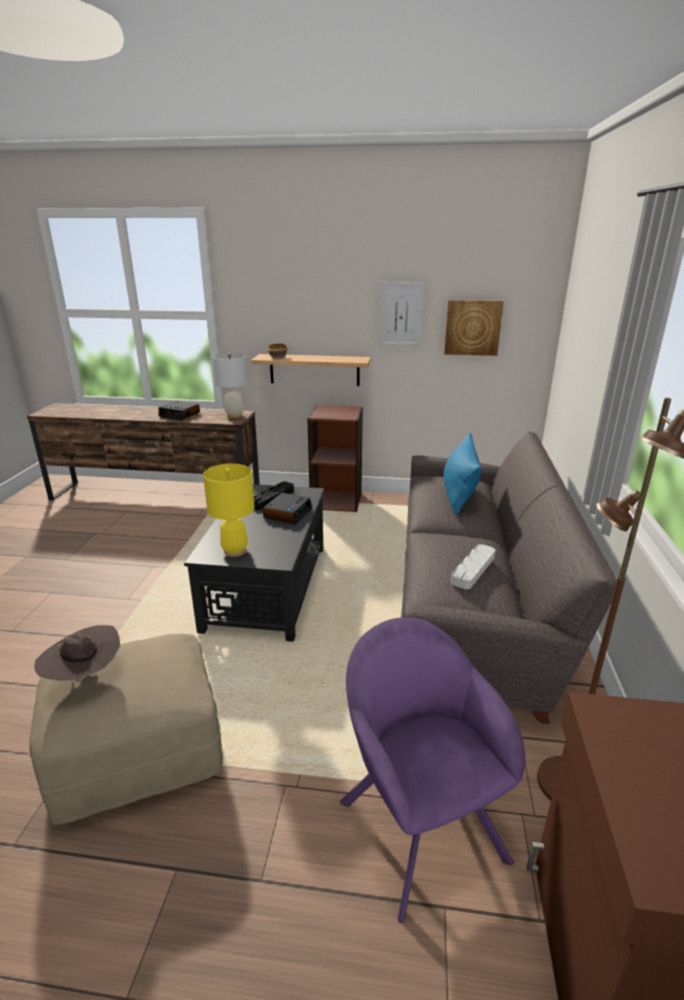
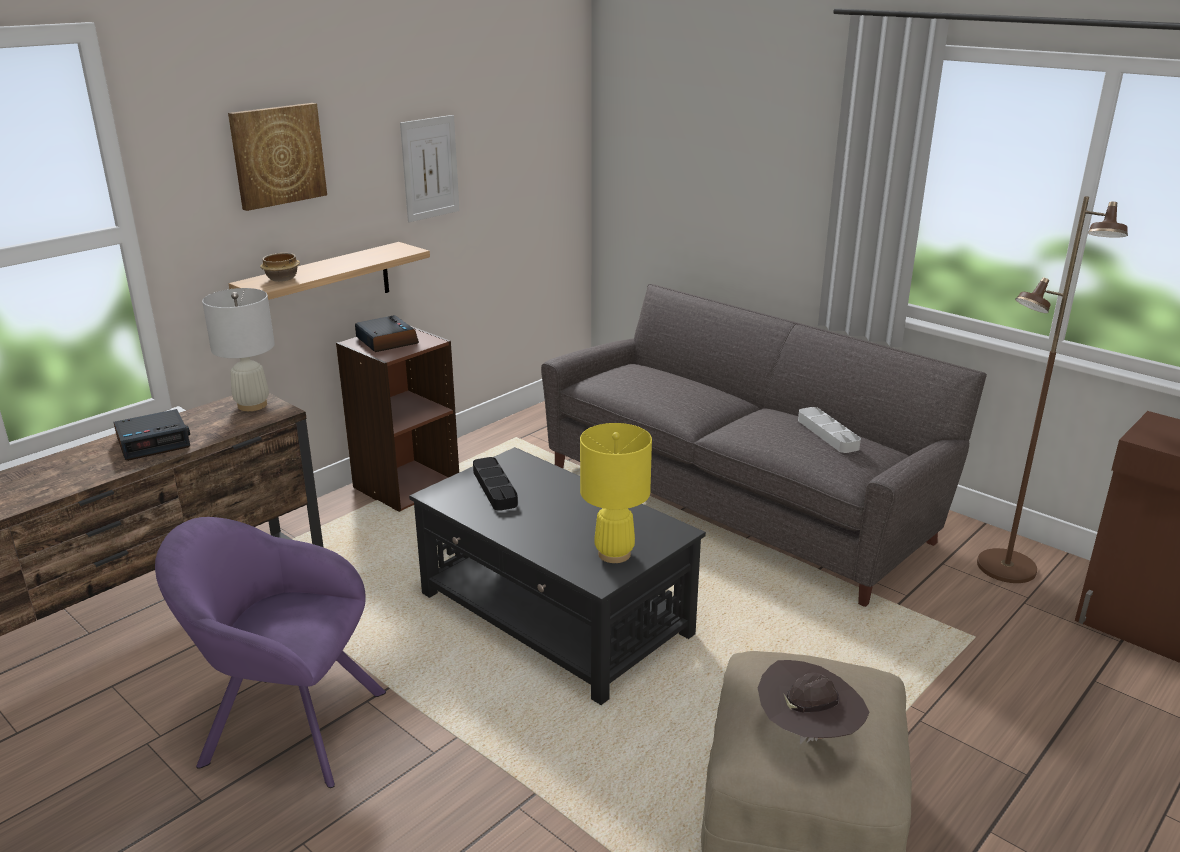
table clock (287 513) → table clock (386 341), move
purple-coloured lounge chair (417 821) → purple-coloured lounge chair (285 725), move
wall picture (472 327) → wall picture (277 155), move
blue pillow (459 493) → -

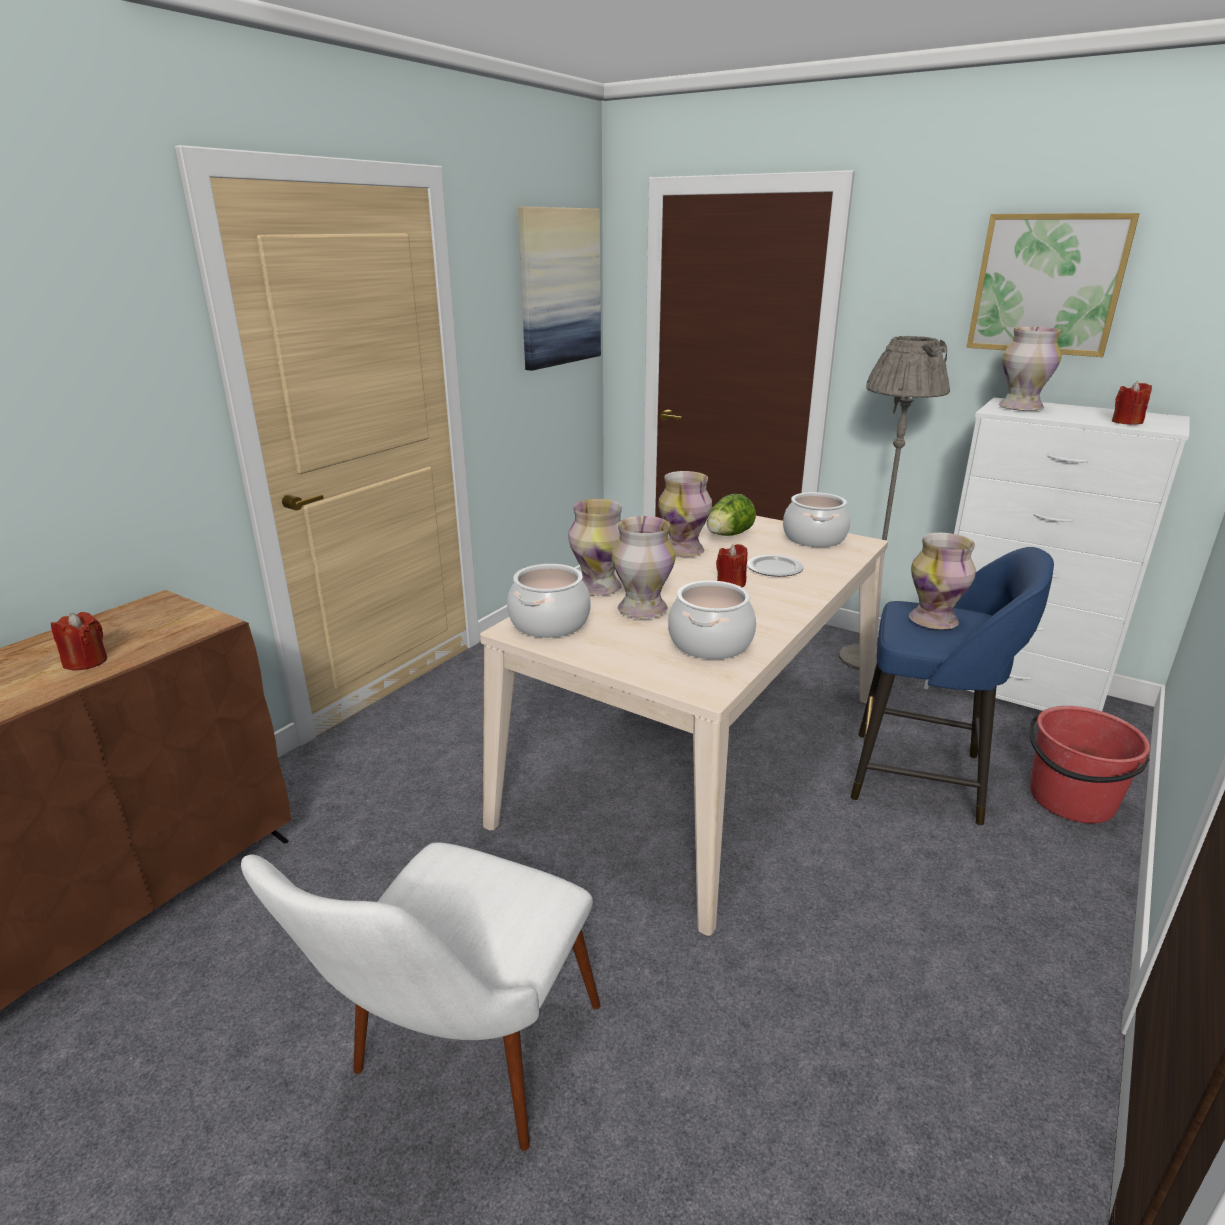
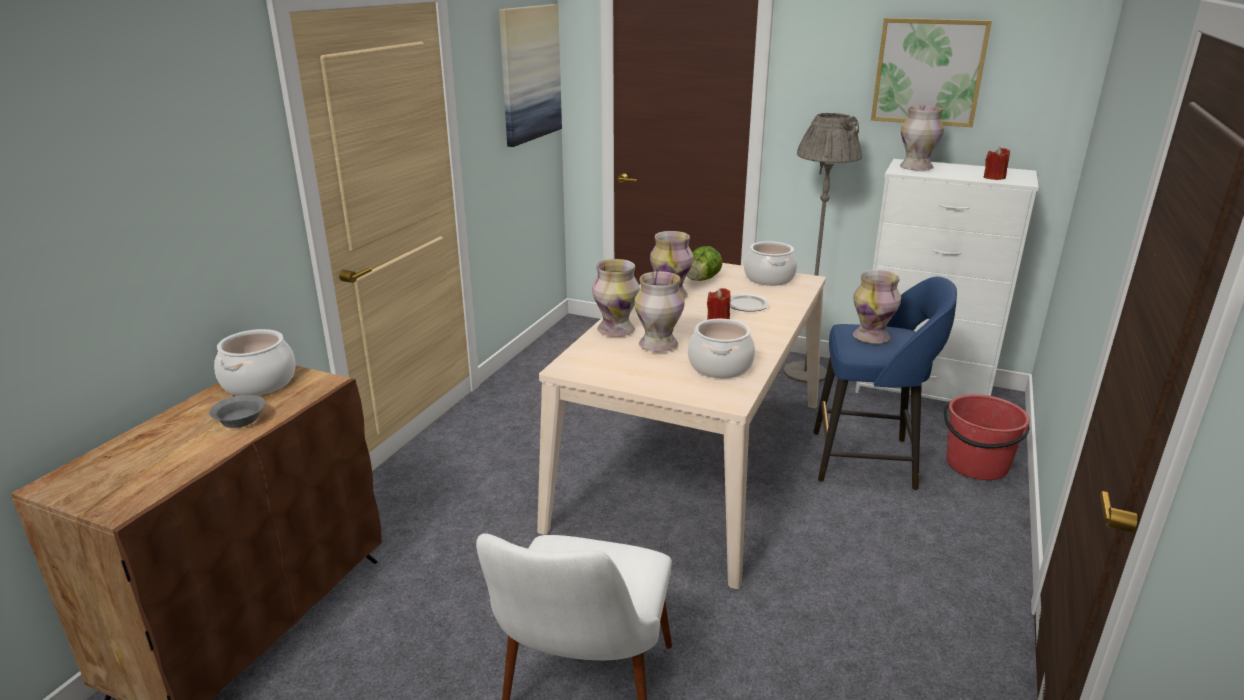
red-coloured wax candle (86 662) → greyish serving bowl (241 420)
stockpot (549 623) → stockpot (259 383), move

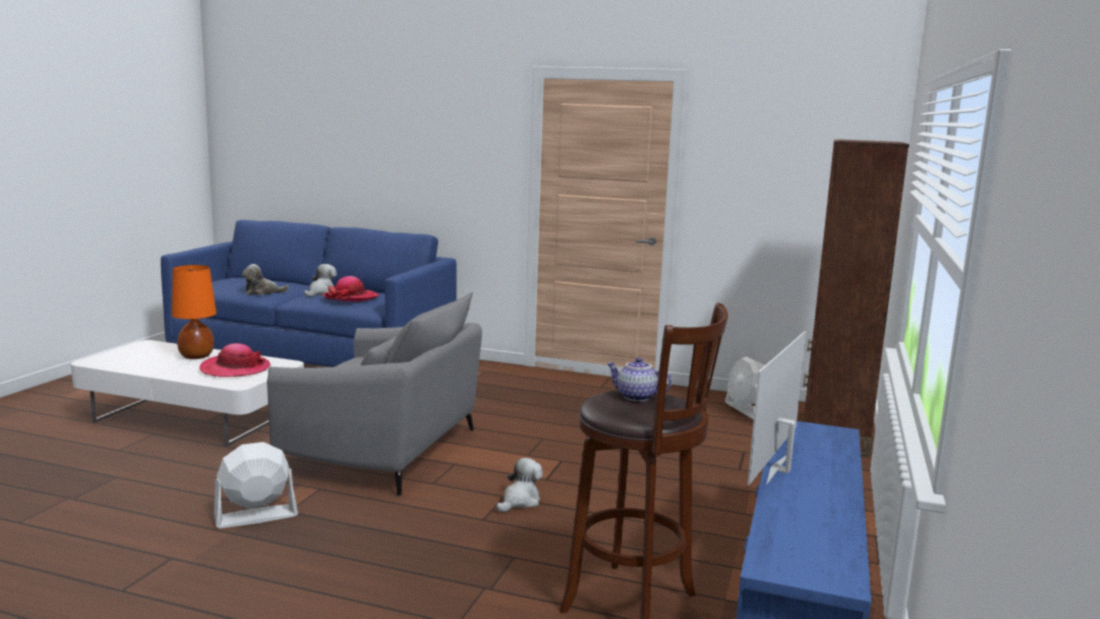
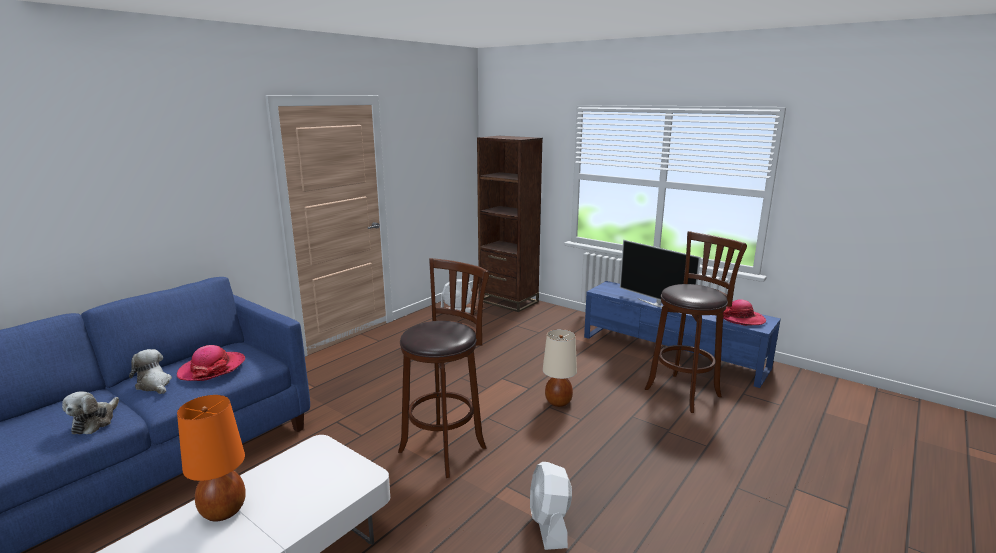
wearable hat (235 369) → wearable hat (740 318), move
greyish lounge chair (383 451) → brown stool (445 447)
soft toy (520 501) → sand-coloured table lamp (558 402)
tea pot (636 397) → -

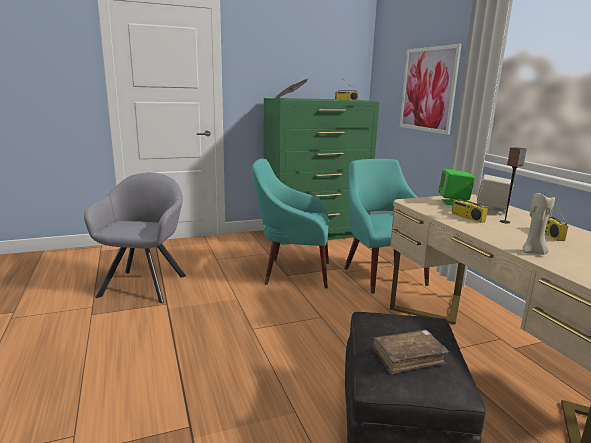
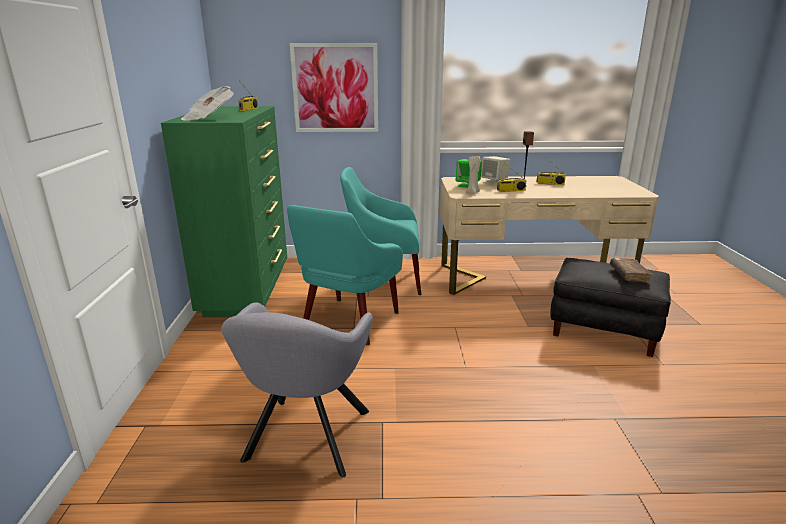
greyish lounge chair (146 283) → greyish lounge chair (305 440), 105 degrees counterclockwise
sand-coloured wax candle (533 252) → sand-coloured wax candle (473 192), move

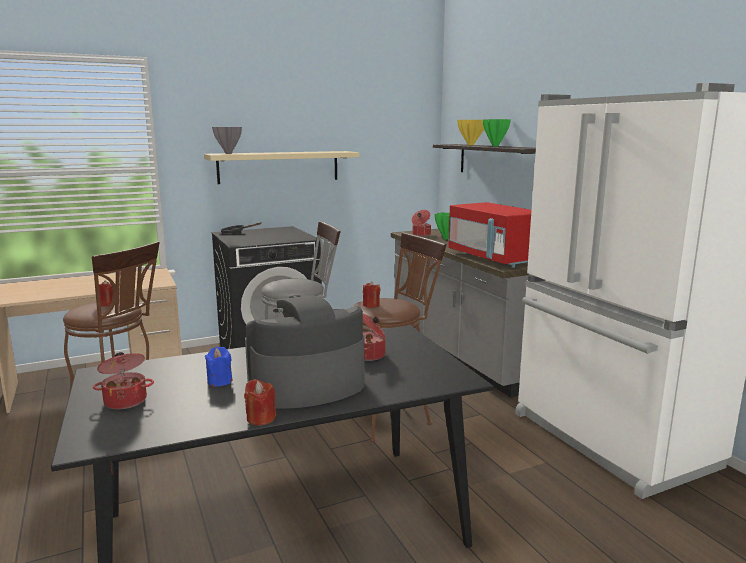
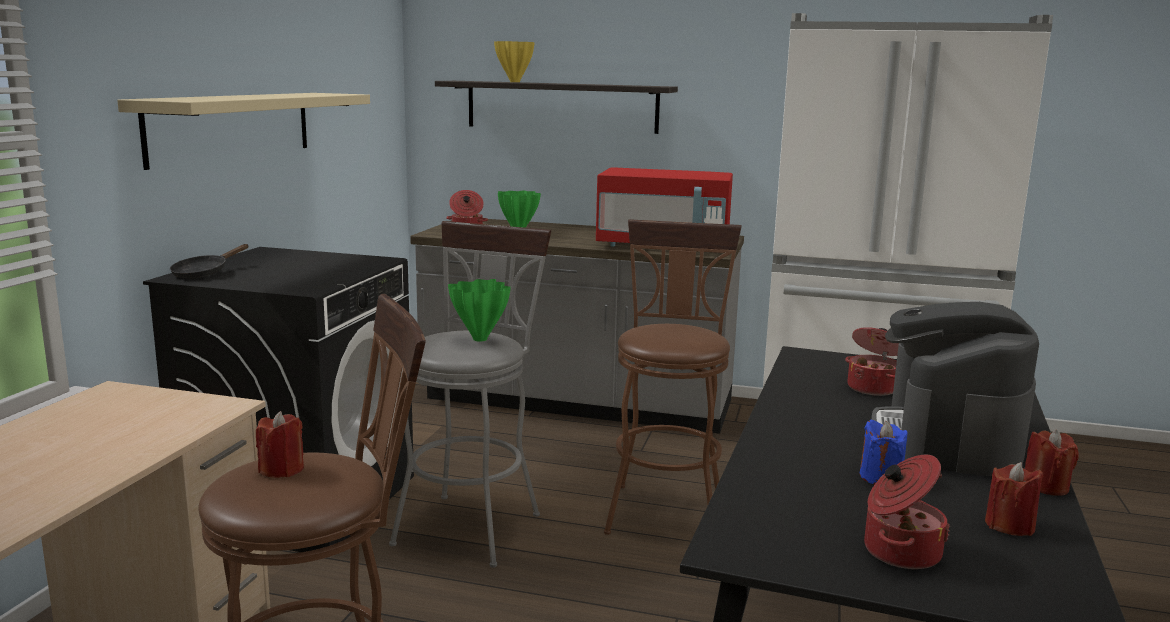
greyish vase (228 153) → -
red-coloured wax candle (371 305) → red-coloured wax candle (1009 525), move
green vase (494 146) → green vase (479 339), move

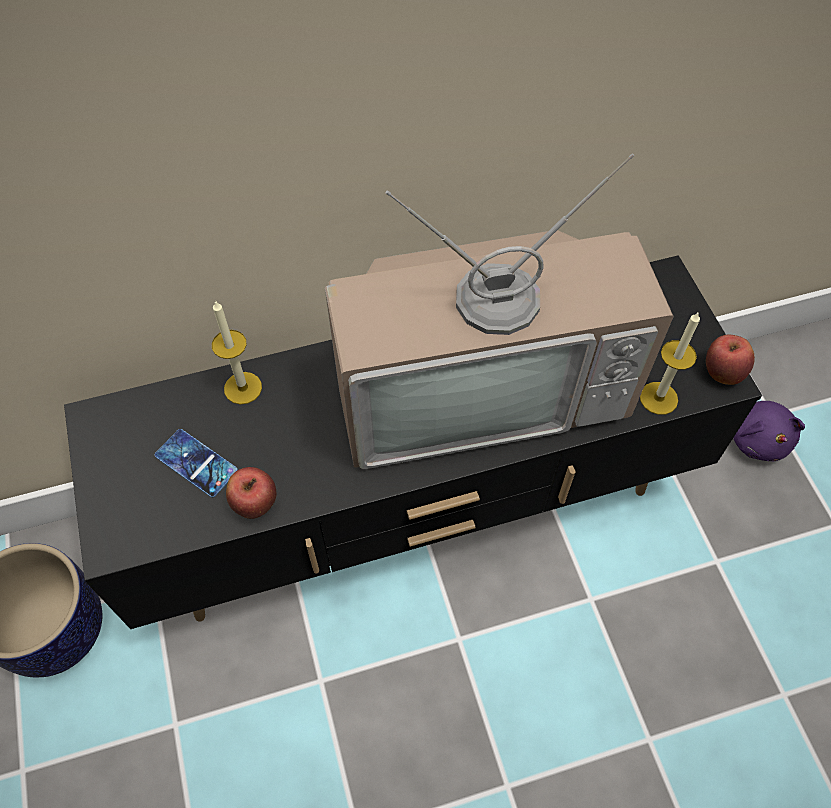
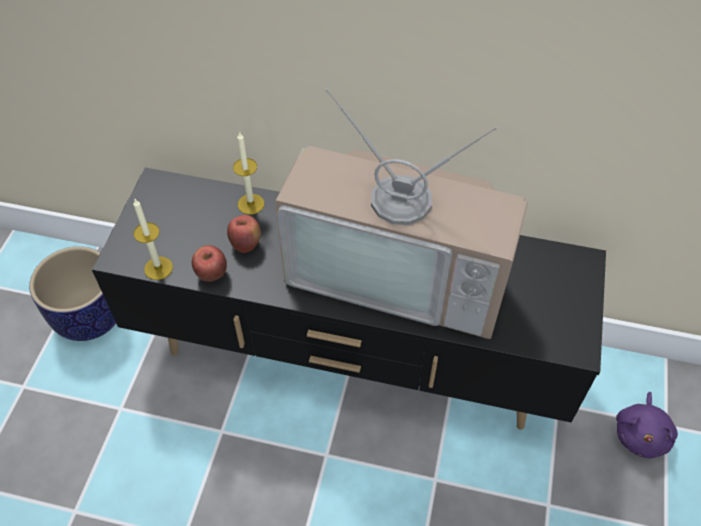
phone (196 463) → -
wax candle (658 398) → wax candle (158 268), move
apple fruit (722 373) → apple fruit (246 244), move

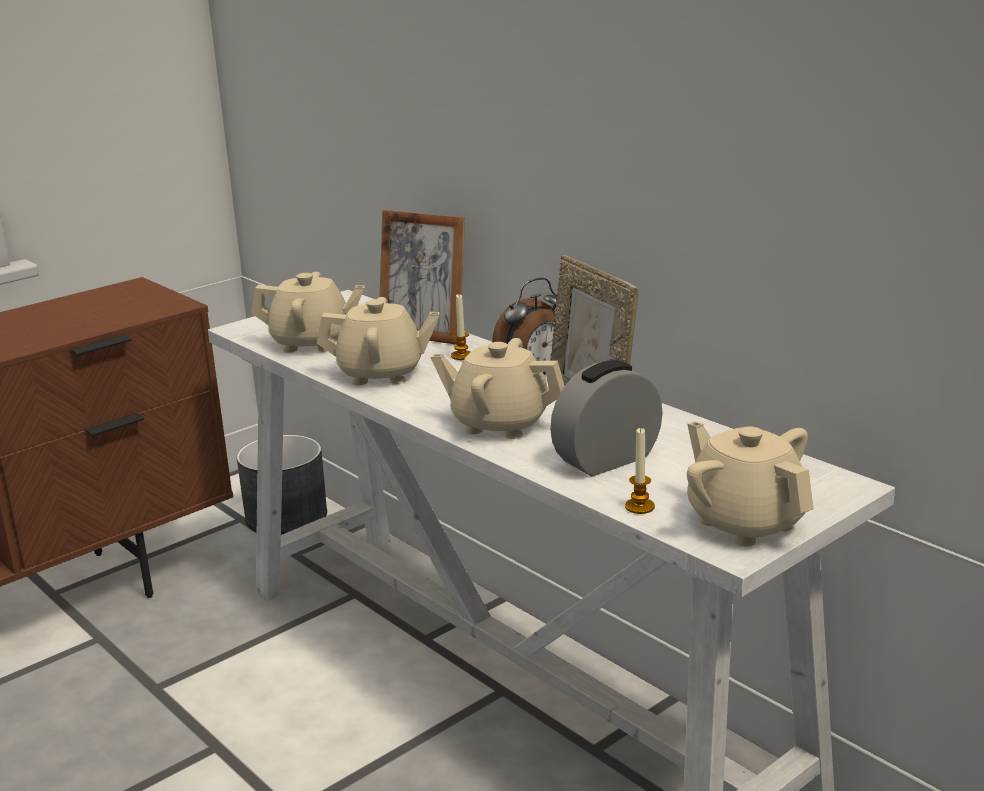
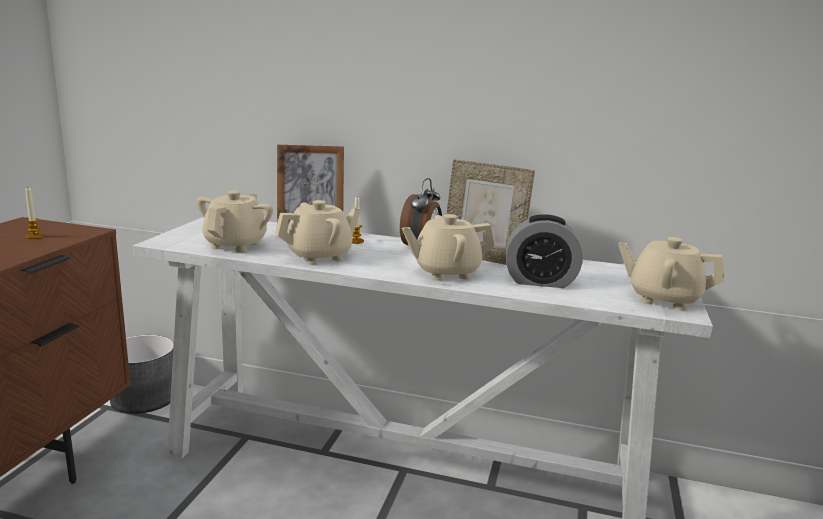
sand-coloured tea pot (312 343) → sand-coloured tea pot (236 245), 45 degrees counterclockwise
table clock (607 460) → table clock (540 281), 105 degrees counterclockwise
wax candle (639 507) → wax candle (34 236), move

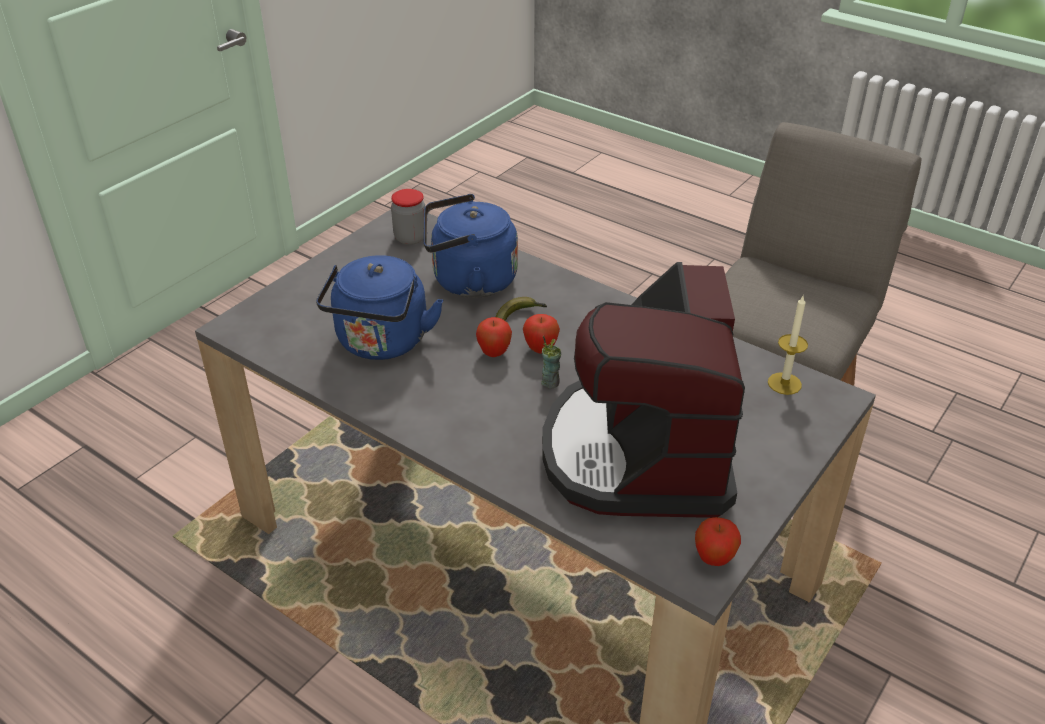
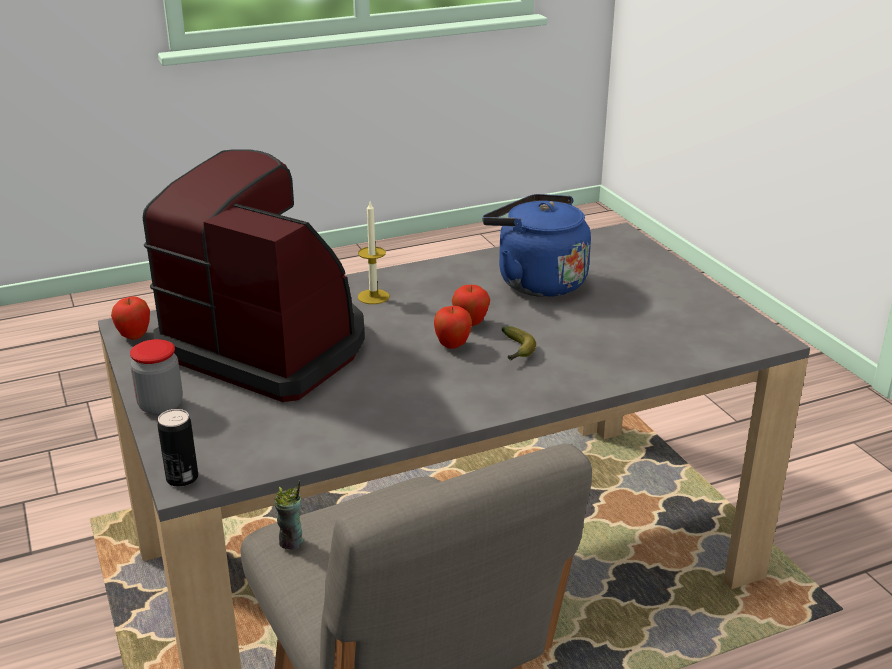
storage jar (410 238) → storage jar (161 405), move
blue kettle (469 281) → -
drinking cup (550 382) → drinking cup (291 542), move
wax candle (784 383) → wax candle (373 297), move
- → can (182 478)

